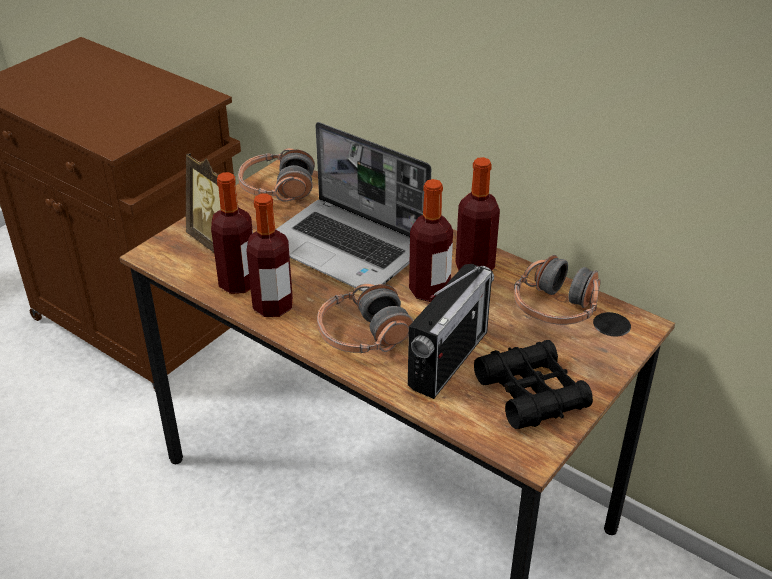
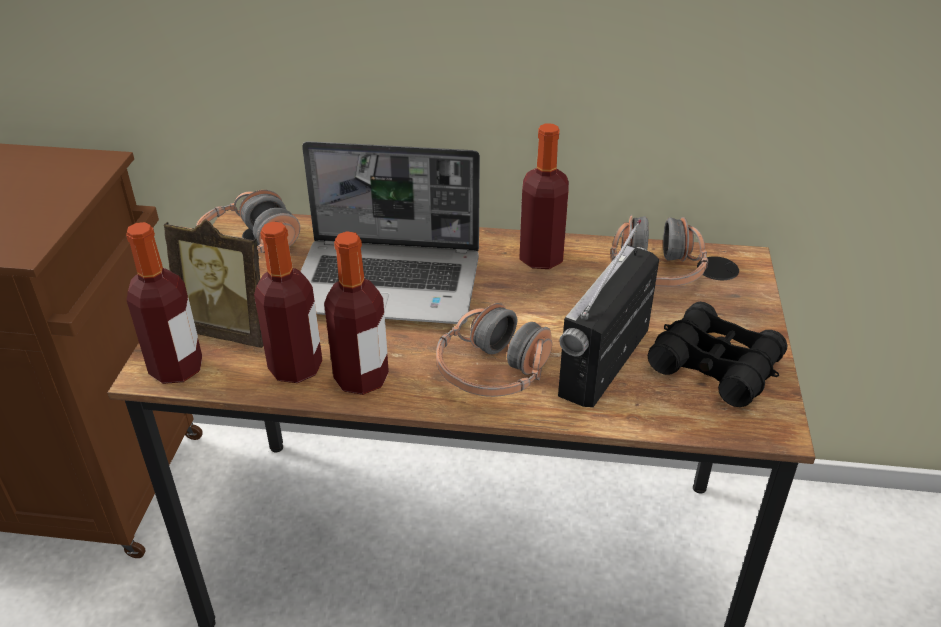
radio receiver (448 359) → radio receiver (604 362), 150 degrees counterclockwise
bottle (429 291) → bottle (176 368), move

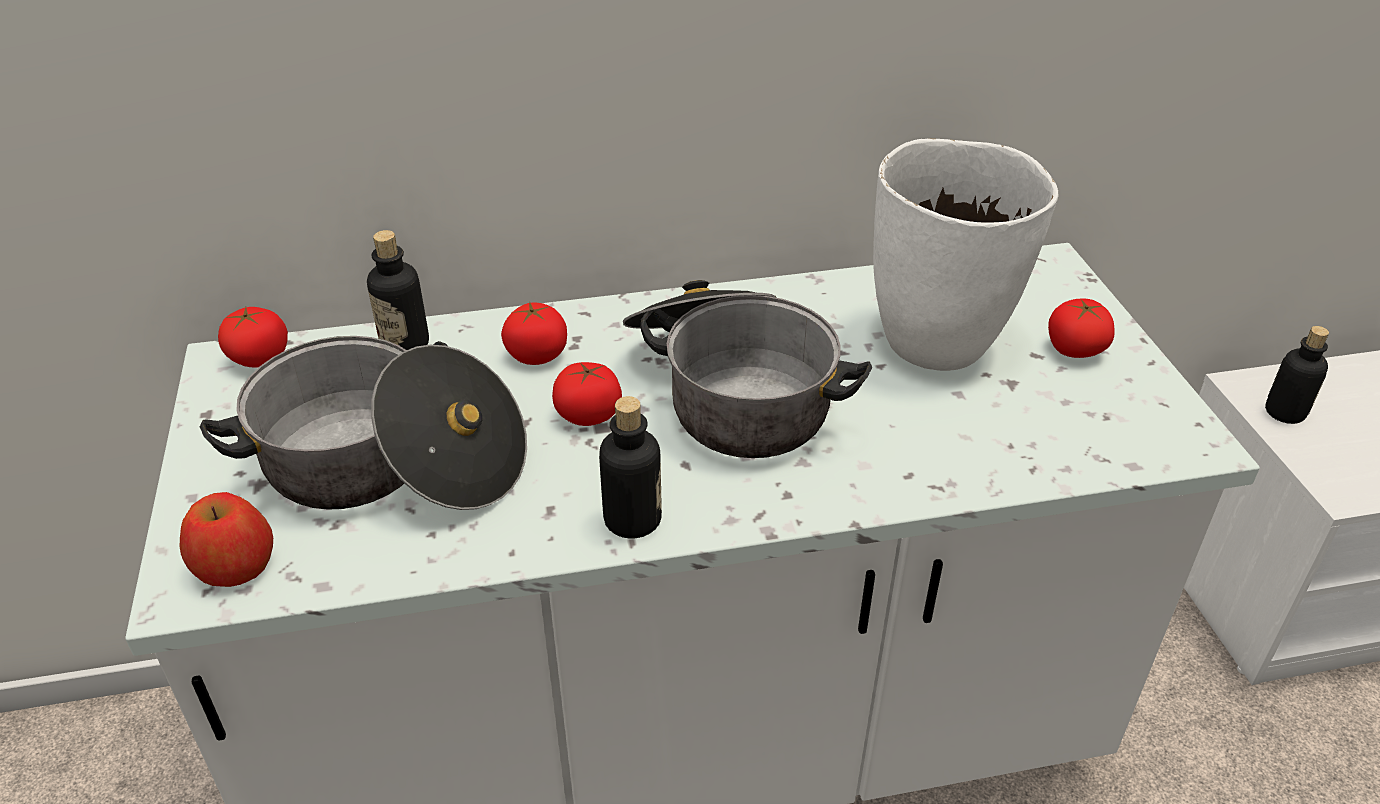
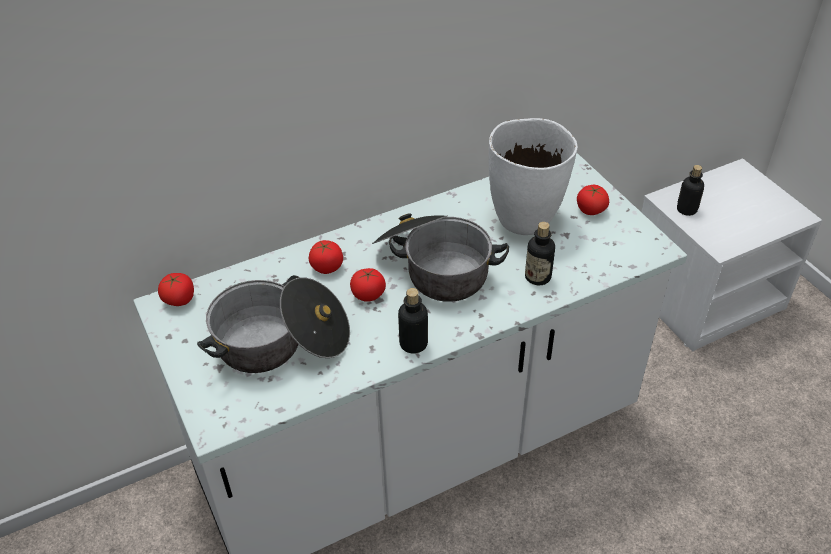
apple fruit (235 564) → -
bottle (405 344) → bottle (537 277), move

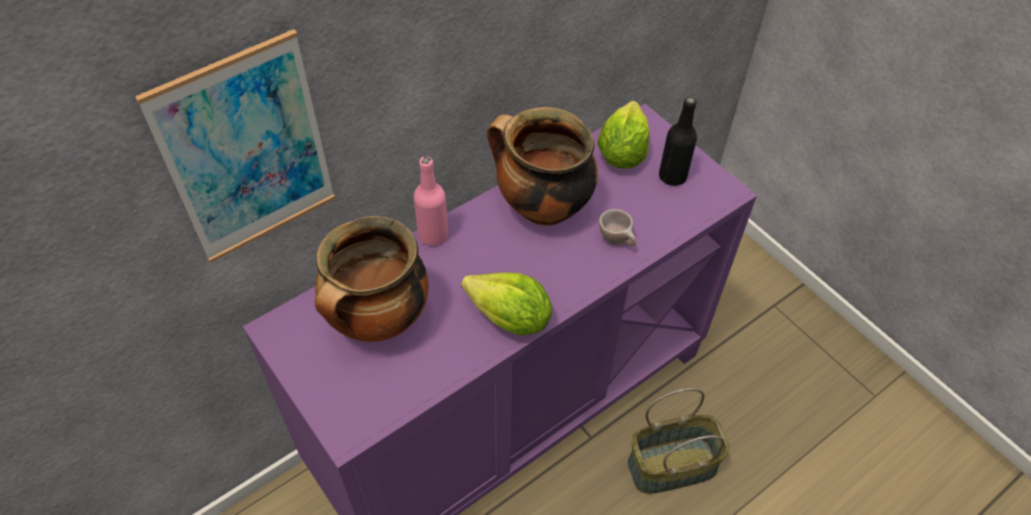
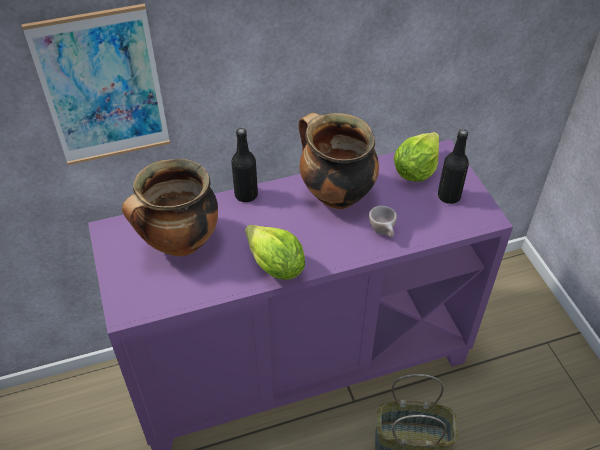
pink bottle (433 235) → black bottle (246 195)

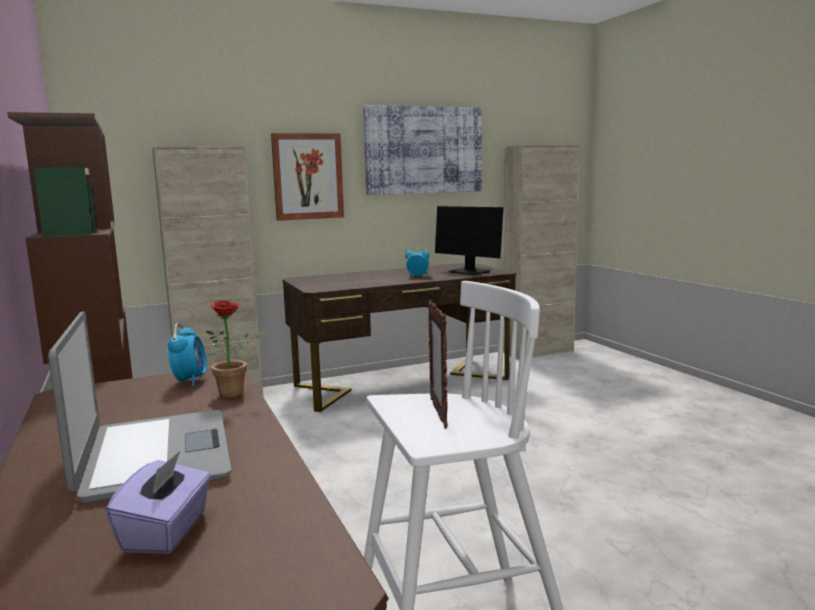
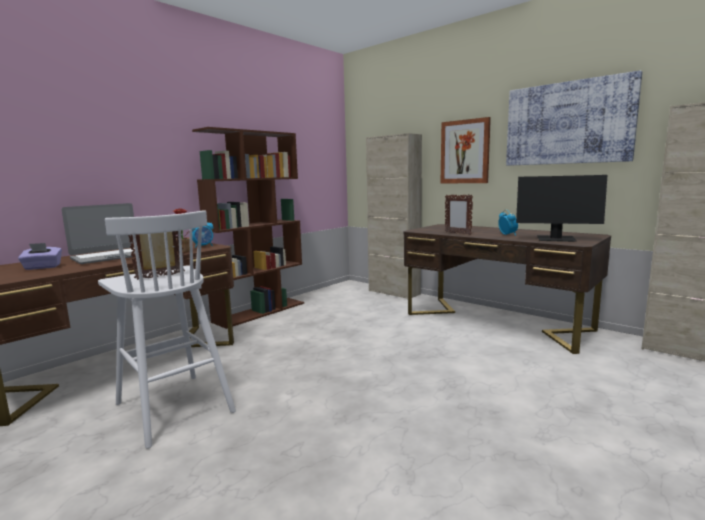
monitor (469 272) → monitor (556 239), 90 degrees counterclockwise
- → standing frame (457 233)

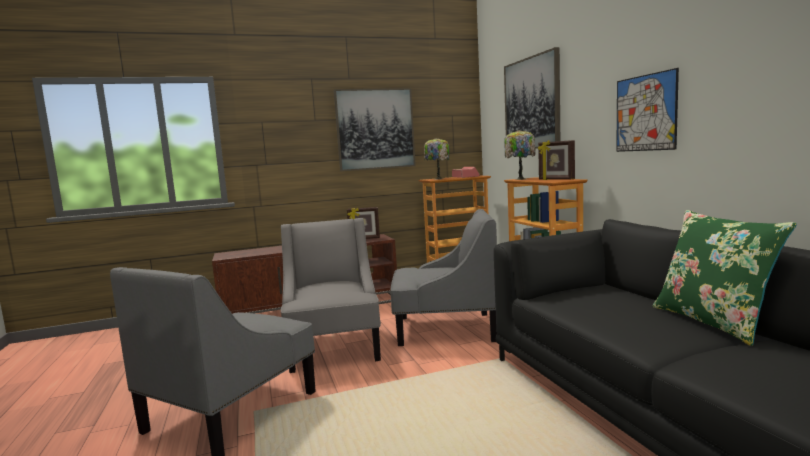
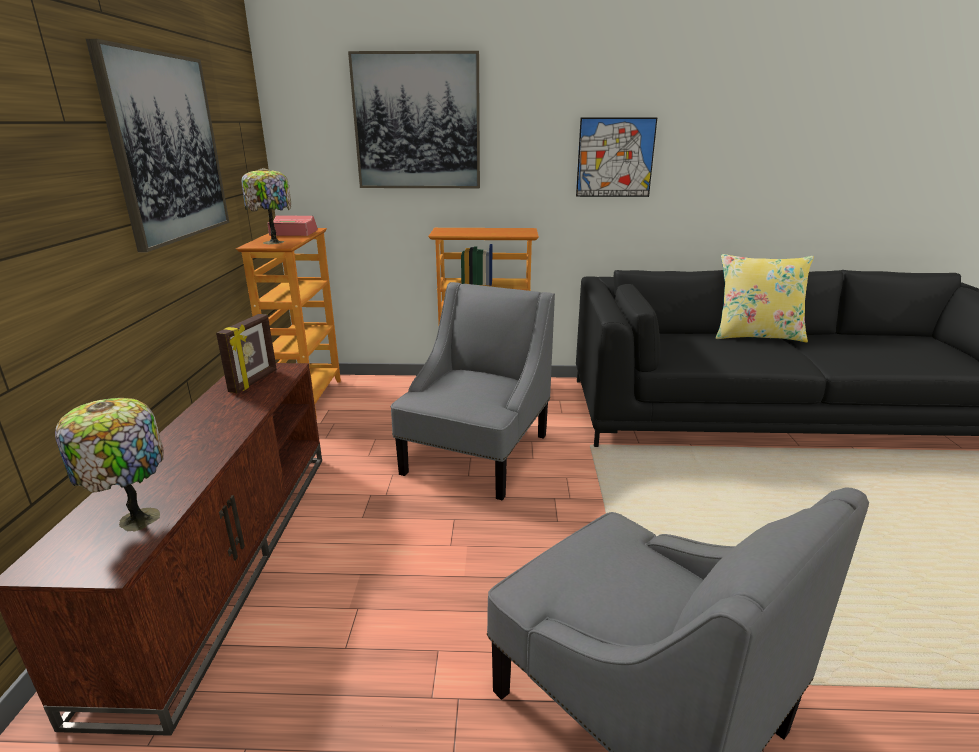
greyish lounge chair (334 346) → -
table lamp (520 179) → table lamp (135 519), move
standing frame (556 179) → -
green pillow (713 321) → yellowish pillow (756 335)

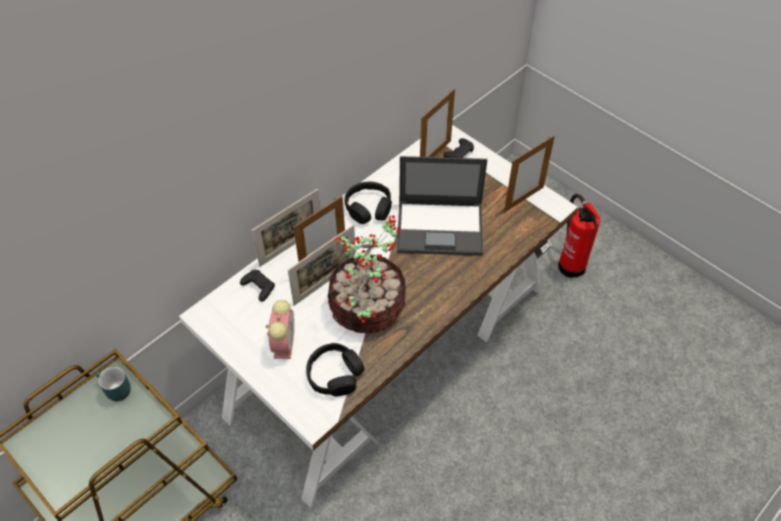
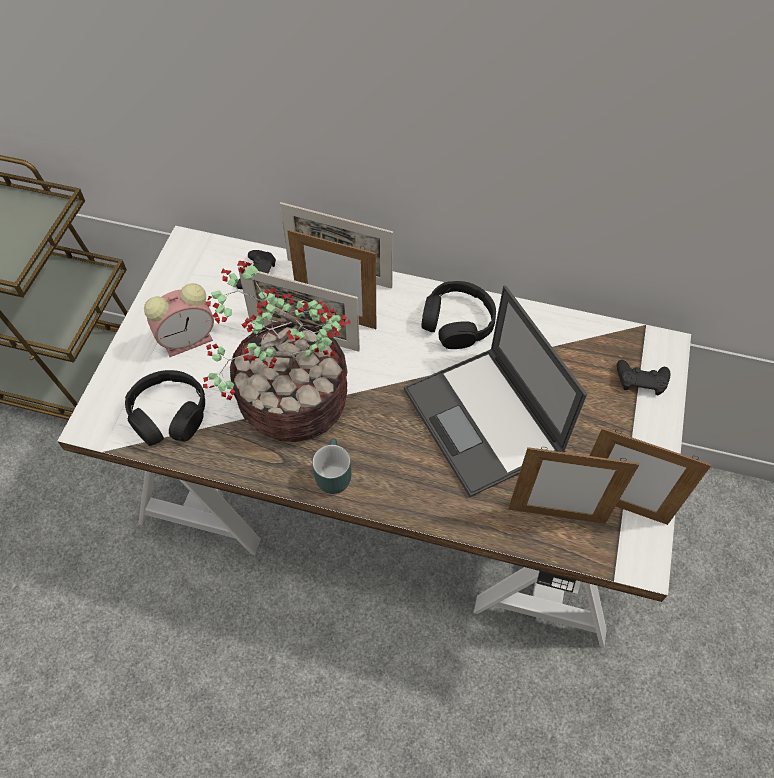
turquoise mug (114 391) → turquoise mug (331 474), move
standing frame (435 155) → standing frame (556 515), move
fire extinguisher (571 264) → -

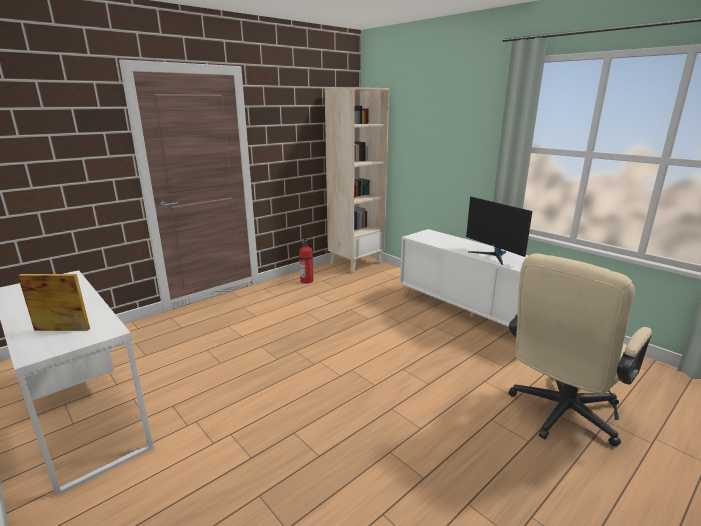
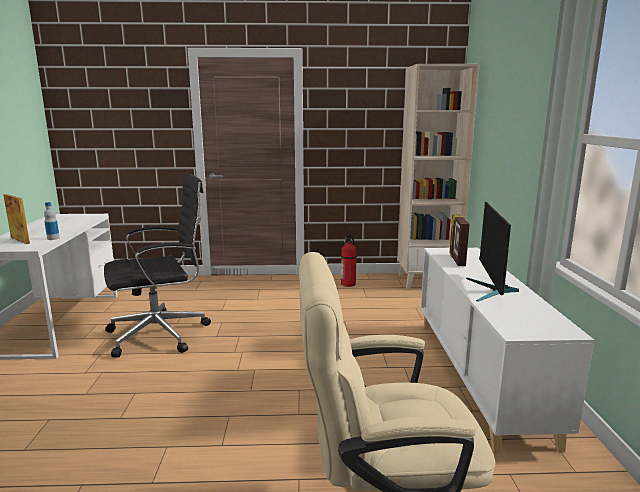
- → bottle (53 238)
- → black desk chair (161 334)
- → standing frame (456 260)

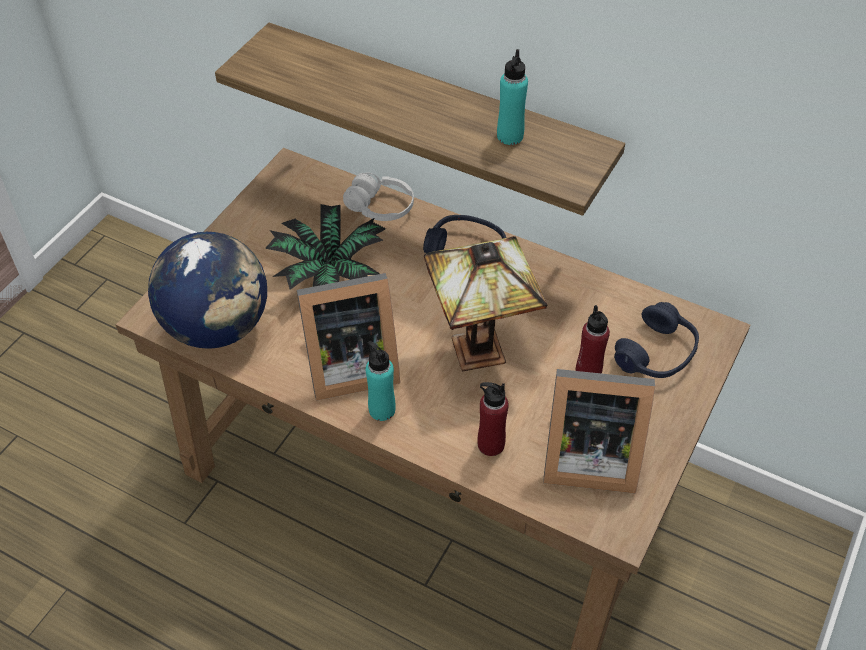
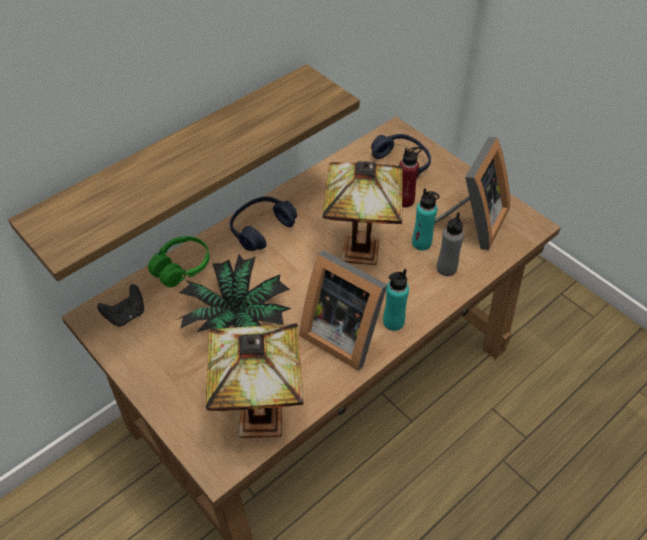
globe (218 327) → table lamp (258 415)
standing frame (347 366) → standing frame (342 332), 120 degrees clockwise
whitish headphones (380 207) → green headphones (181 267)
red-coloured bottle (490 444) → greyish bottle (446 268)
turquoise bottle (510 136) → turquoise bottle (421 243), move
- → black game controller (126 315)

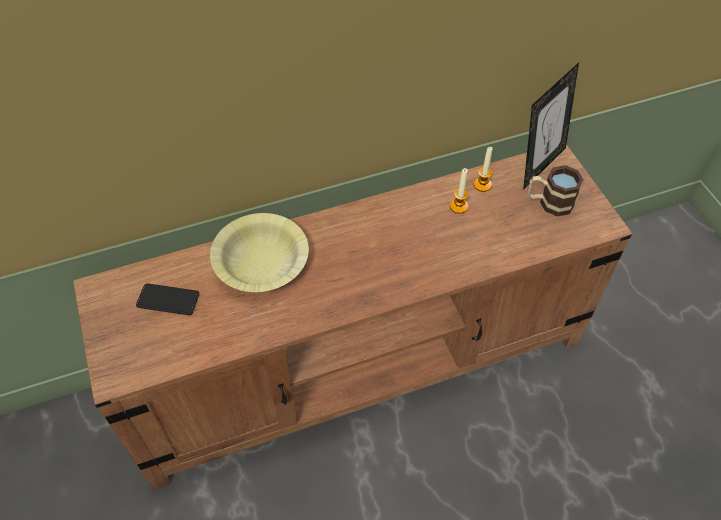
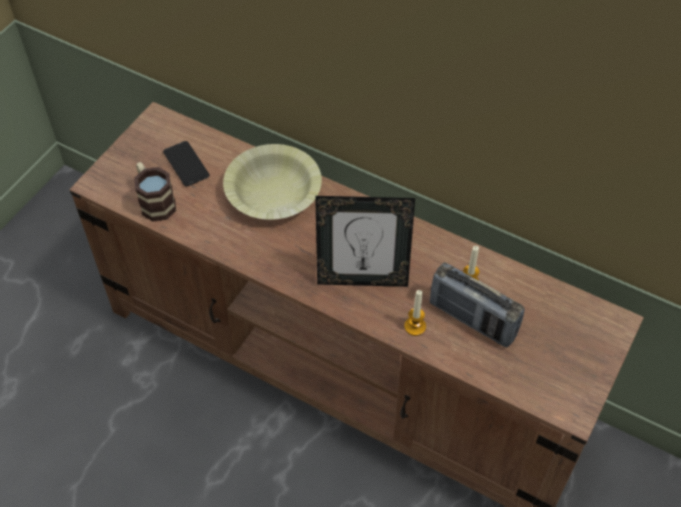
wax candle (482 185) → wax candle (415 326), move
standing frame (539 165) → standing frame (362 279), move
mug (549 202) → mug (155 201), move
- → radio receiver (472 320)

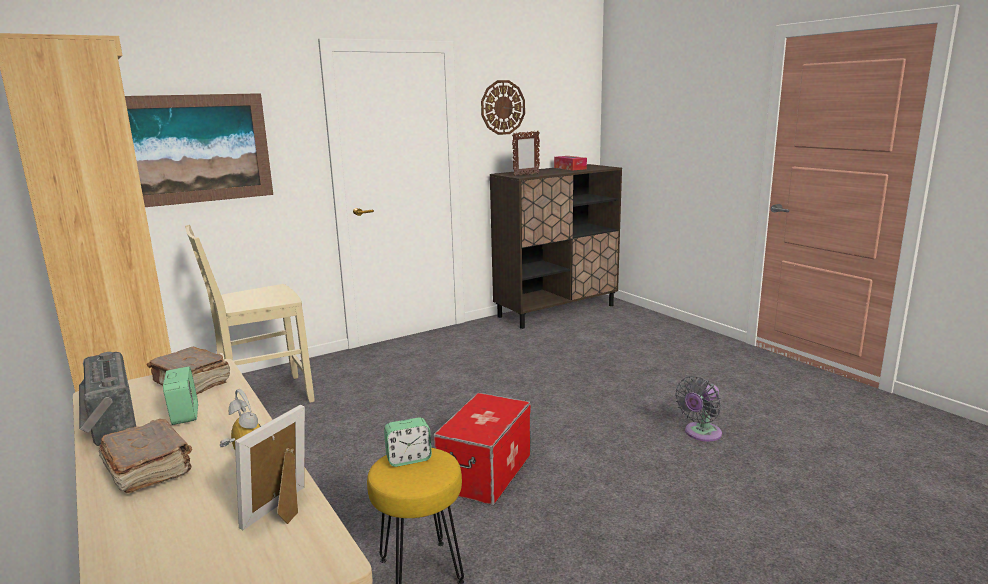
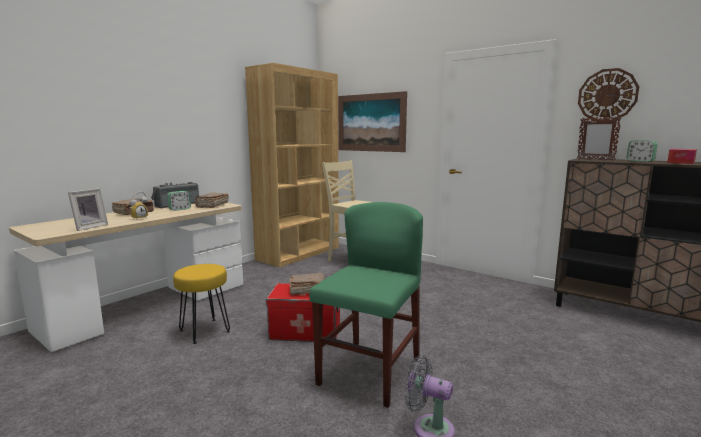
standing frame (284 511) → standing frame (89 227), 105 degrees clockwise
table clock (409 459) → table clock (640 161), move
- → brown book (306 290)
- → green chair (369 371)

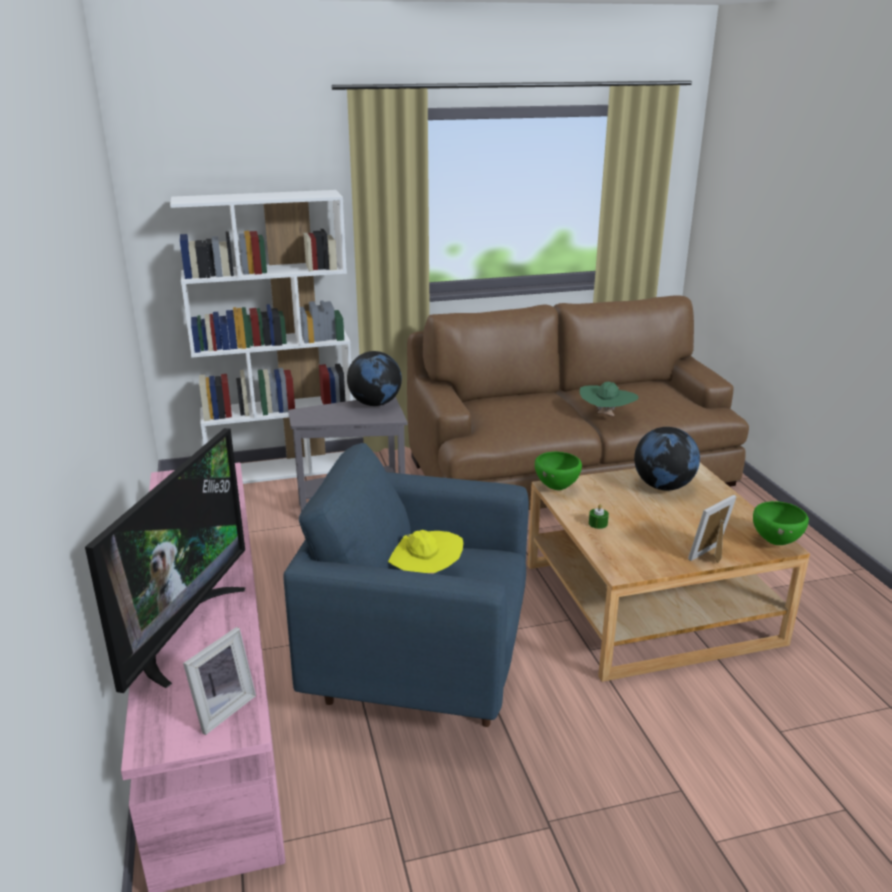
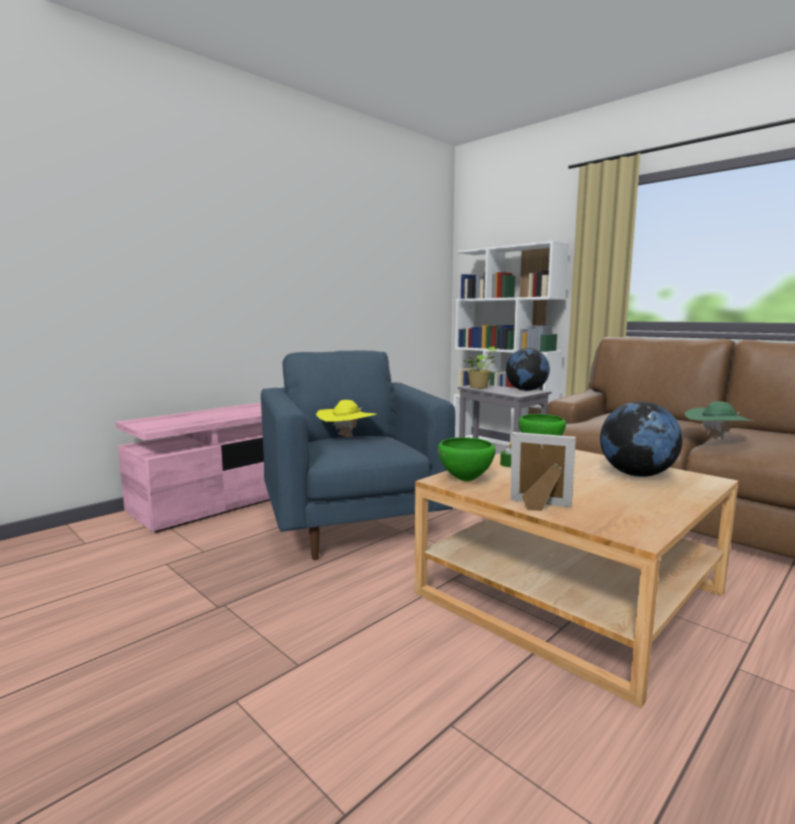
TV set (182 630) → -
standing frame (221 709) → -
green serving bowl (775 542) → green serving bowl (466 480), move
- → plant in a pot (480 387)

